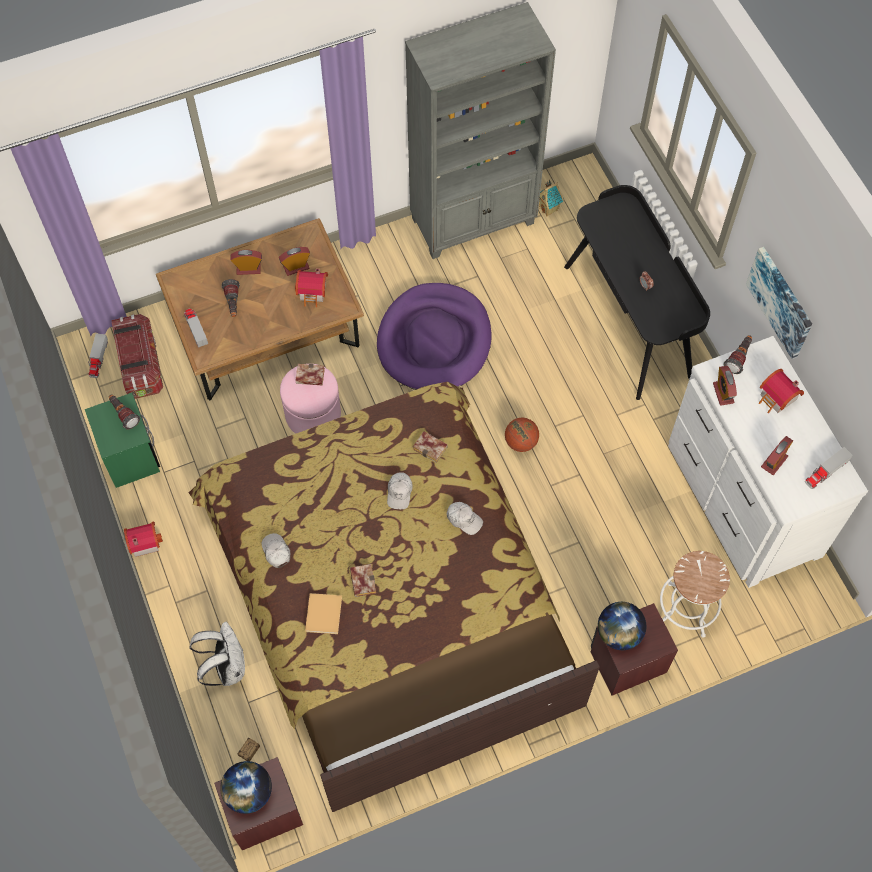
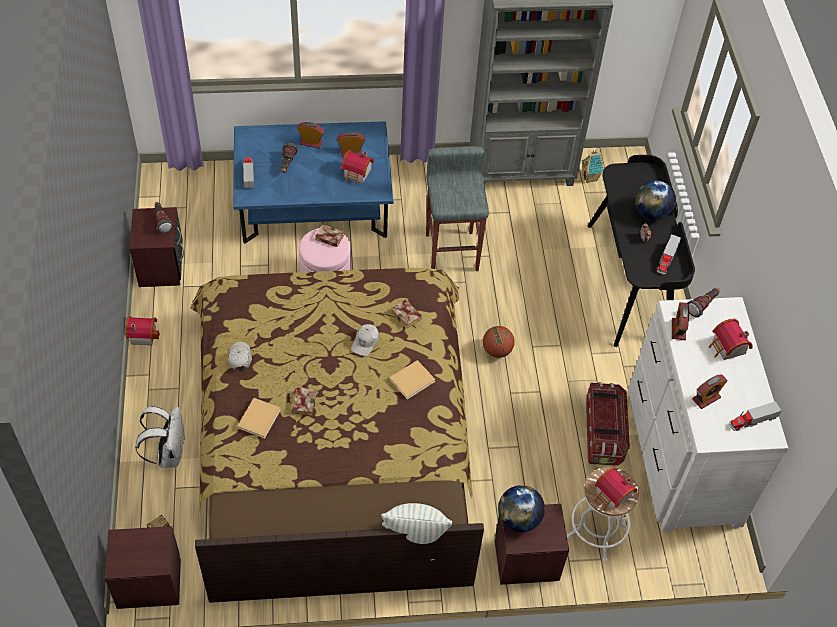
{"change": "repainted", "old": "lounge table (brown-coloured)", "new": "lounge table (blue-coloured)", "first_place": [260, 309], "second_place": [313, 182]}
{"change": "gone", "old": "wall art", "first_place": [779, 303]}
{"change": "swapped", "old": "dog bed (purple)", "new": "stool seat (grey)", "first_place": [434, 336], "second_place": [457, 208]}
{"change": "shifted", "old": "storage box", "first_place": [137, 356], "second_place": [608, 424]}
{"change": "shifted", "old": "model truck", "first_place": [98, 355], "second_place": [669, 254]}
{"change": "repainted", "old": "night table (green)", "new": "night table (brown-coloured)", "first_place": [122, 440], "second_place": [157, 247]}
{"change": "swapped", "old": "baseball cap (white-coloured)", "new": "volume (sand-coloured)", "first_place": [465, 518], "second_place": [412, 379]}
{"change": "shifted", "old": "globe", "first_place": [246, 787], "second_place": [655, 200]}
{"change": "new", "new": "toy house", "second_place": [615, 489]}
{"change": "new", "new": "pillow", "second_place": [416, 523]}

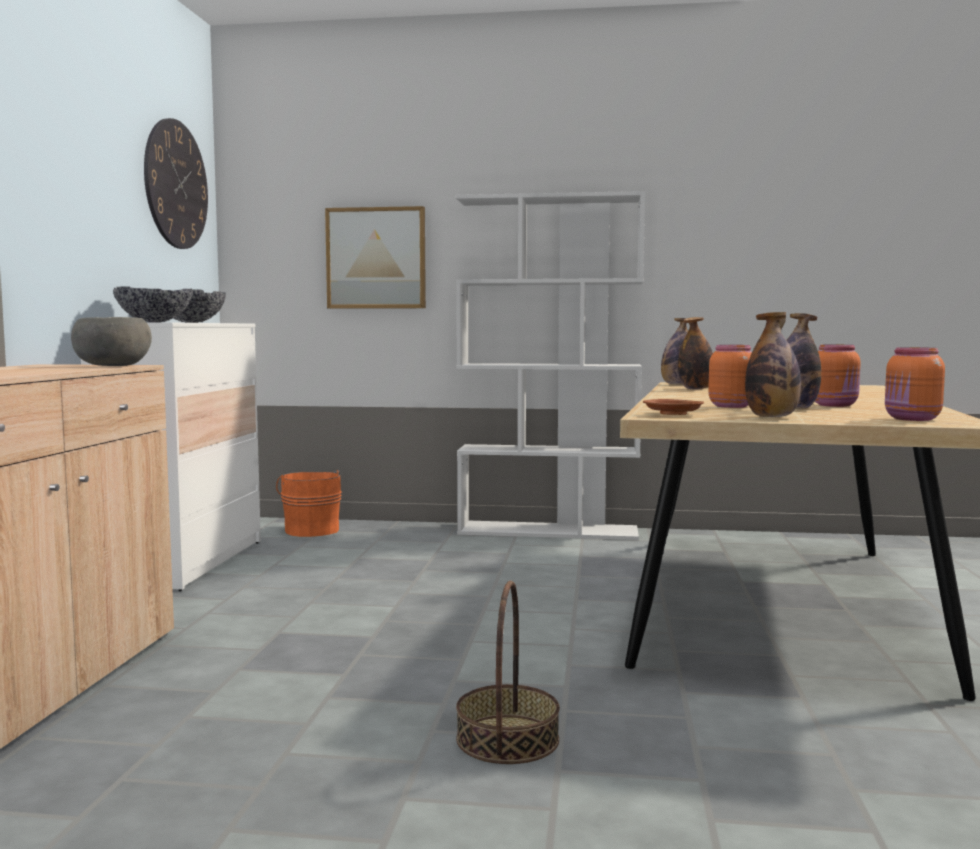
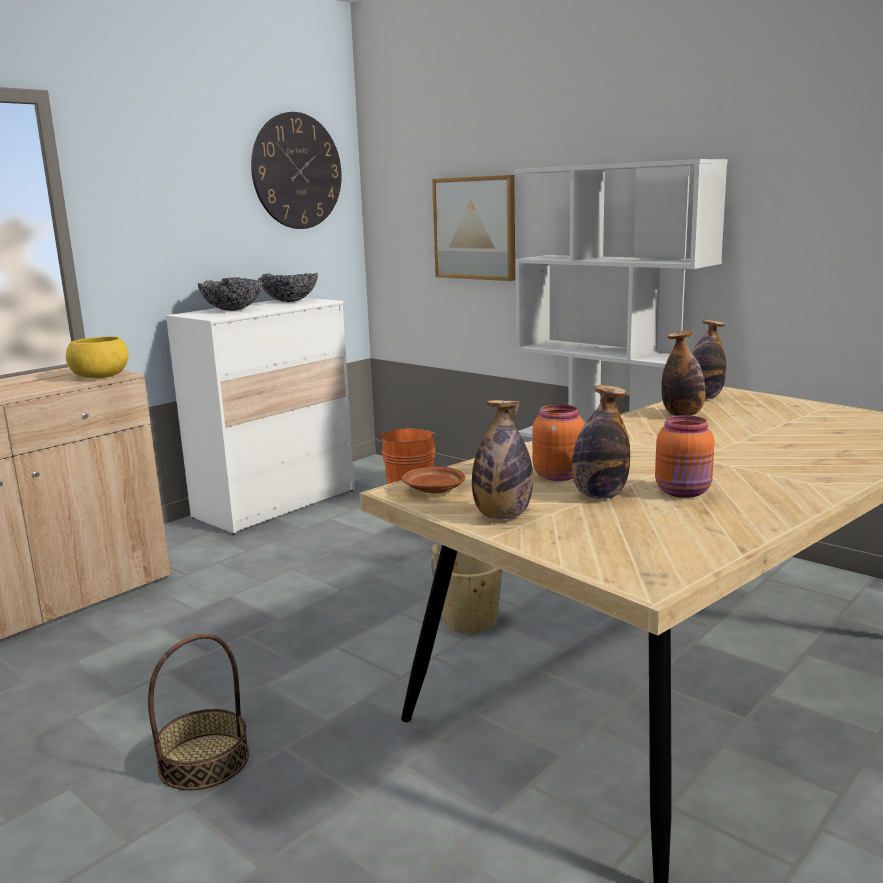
{"change": "repainted", "old": "serving bowl (grey)", "new": "serving bowl (yellowish)", "first_place": [111, 341], "second_place": [97, 357]}
{"change": "gone", "old": "preserve jar (orangey)", "first_place": [915, 384]}
{"change": "new", "new": "pail (sand-coloured)", "second_place": [467, 588]}

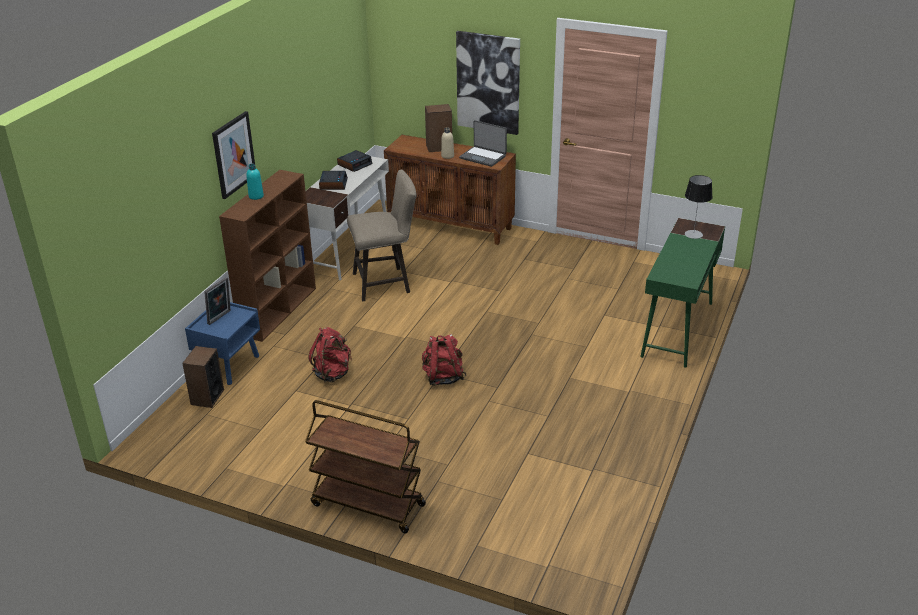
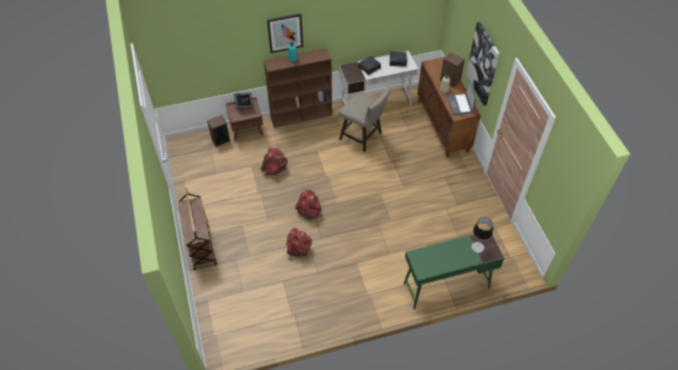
{"change": "repainted", "old": "night table (blue-coloured)", "new": "night table (brown-coloured)", "first_place": [222, 343], "second_place": [244, 119]}
{"change": "new", "new": "backpack (red-coloured)", "second_place": [299, 242]}

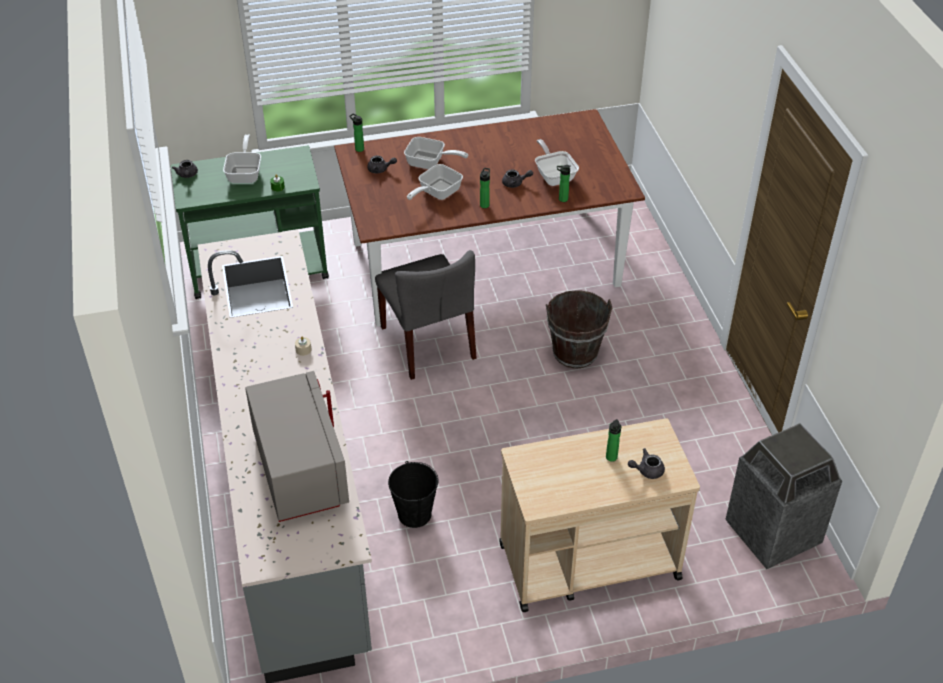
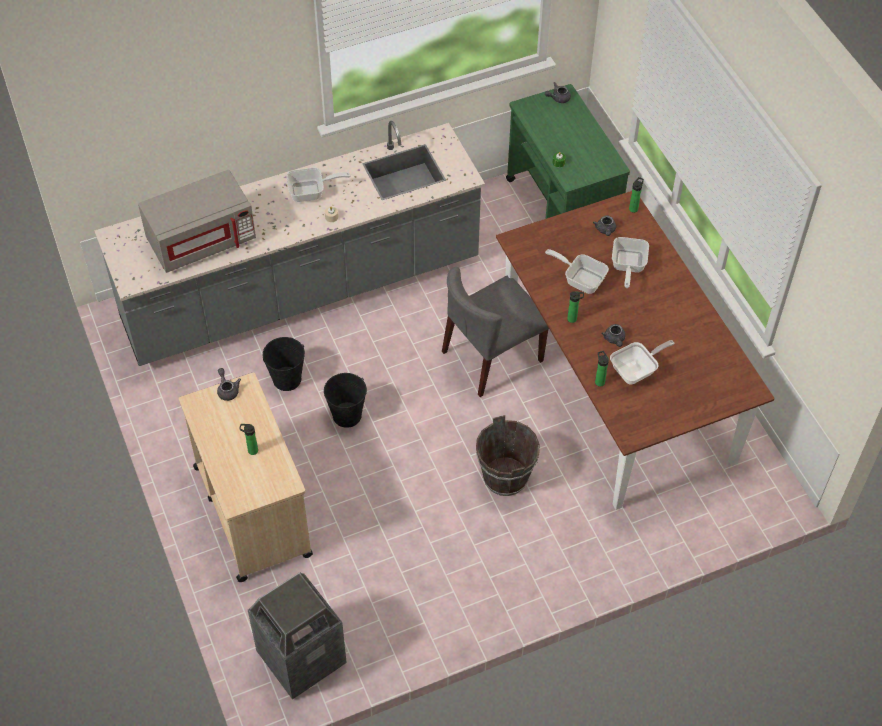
{"change": "shifted", "old": "pan", "first_place": [242, 158], "second_place": [318, 185]}
{"change": "shifted", "old": "pot for tea (grey)", "first_place": [646, 463], "second_place": [229, 384]}
{"change": "new", "new": "pail (blackish)", "second_place": [345, 400]}

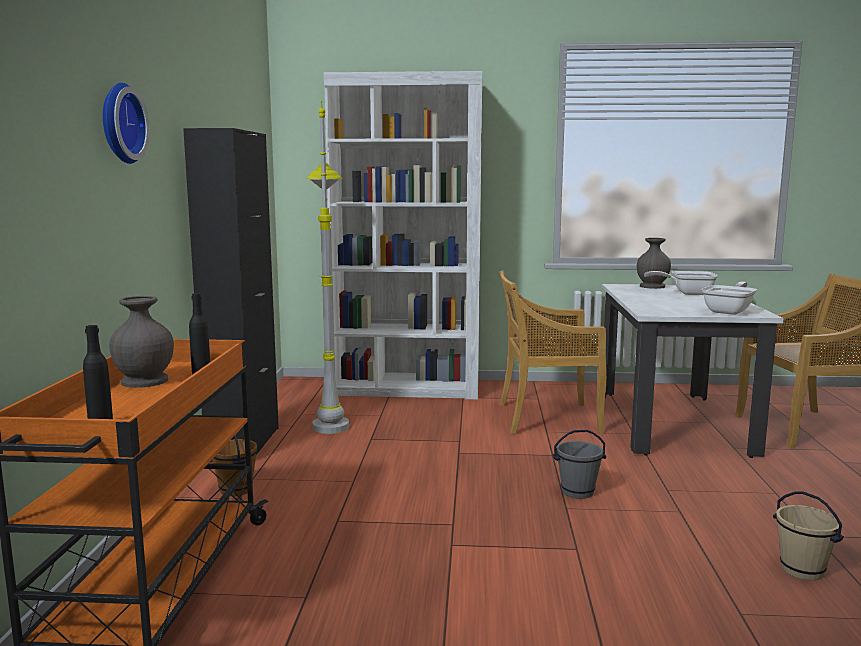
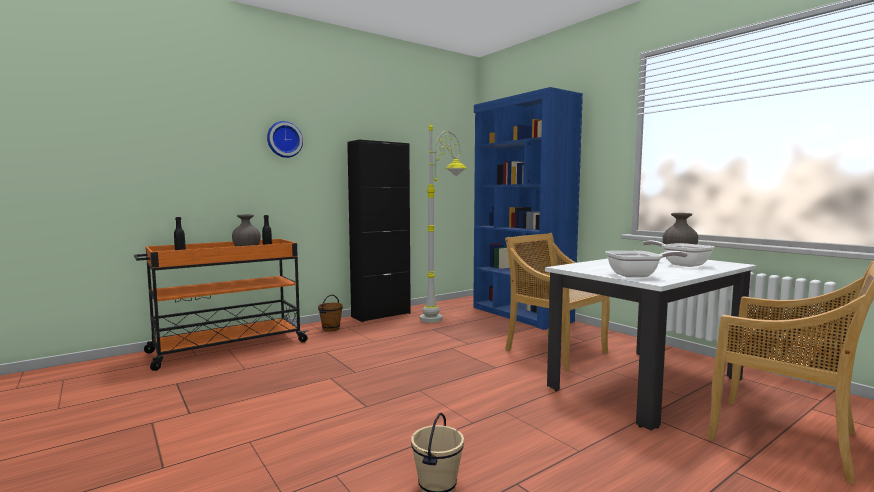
{"change": "repainted", "old": "shelving unit (white-coloured)", "new": "shelving unit (blue-coloured)", "first_place": [403, 235], "second_place": [528, 208]}
{"change": "gone", "old": "pail (grey)", "first_place": [579, 464]}

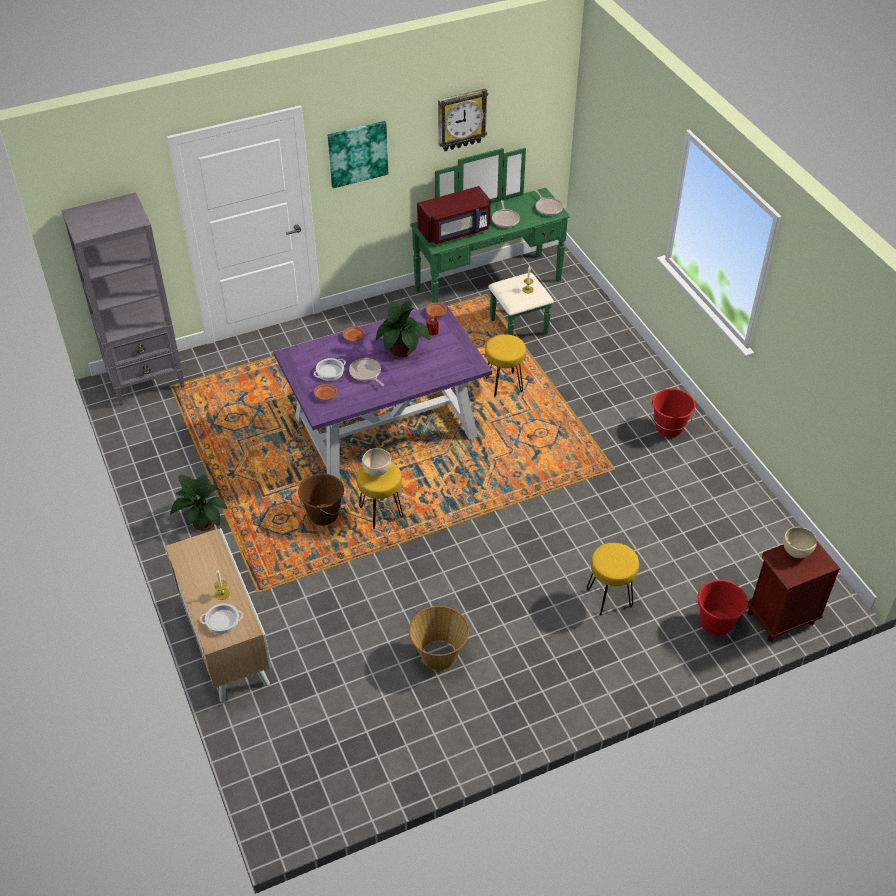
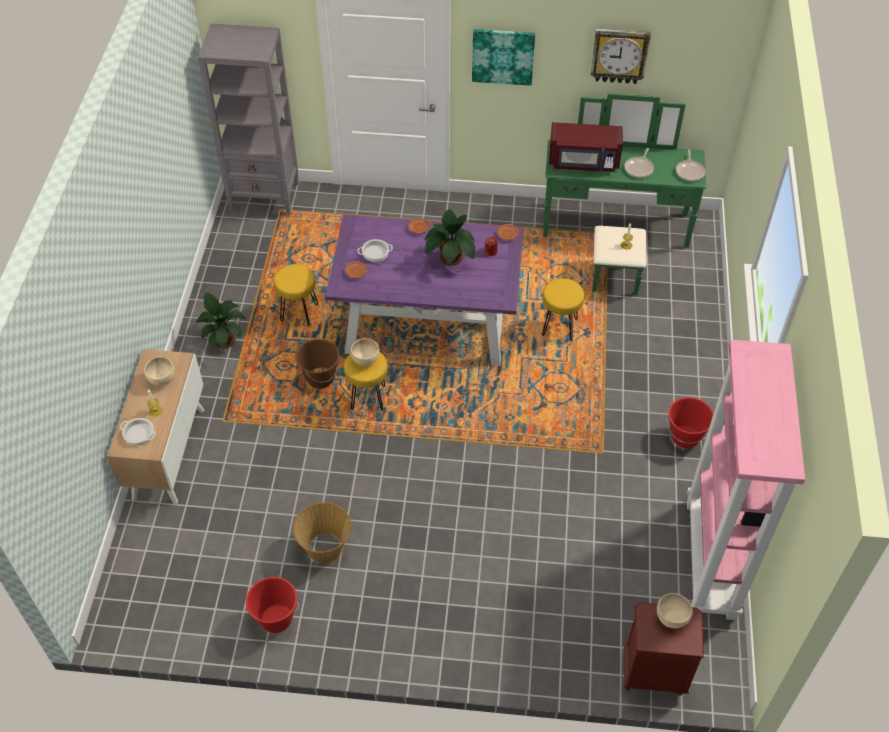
{"change": "gone", "old": "pan", "first_place": [366, 372]}
{"change": "shifted", "old": "stool seat (yellowish)", "first_place": [613, 579], "second_place": [296, 295]}
{"change": "shifted", "old": "pail (red-coloured)", "first_place": [721, 608], "second_place": [272, 605]}
{"change": "new", "new": "shelving unit (pink)", "second_place": [746, 480]}
{"change": "new", "new": "serving bowl (sand-coloured)", "second_place": [159, 371]}

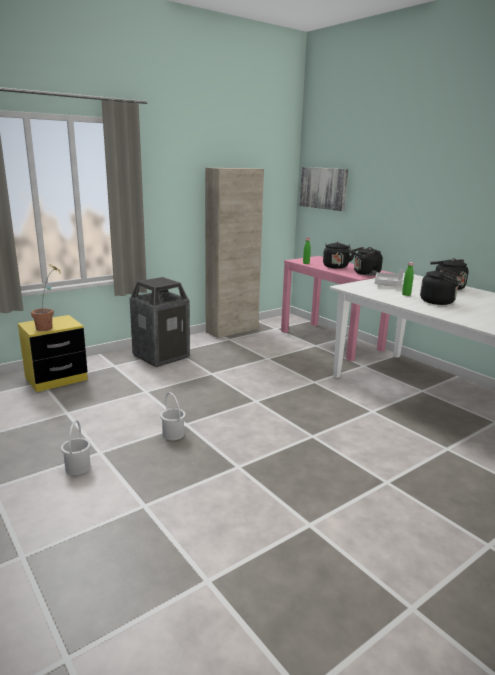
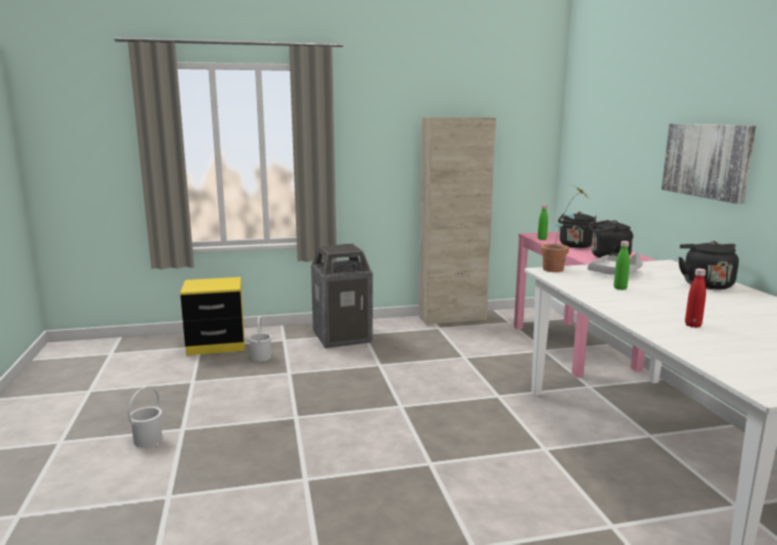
{"change": "shifted", "old": "wall art", "first_place": [324, 189], "second_place": [708, 163]}
{"change": "shifted", "old": "plant in a pot", "first_place": [46, 297], "second_place": [565, 228]}
{"change": "gone", "old": "tea kettle (blackish)", "first_place": [441, 287]}
{"change": "shifted", "old": "pail (white-coloured)", "first_place": [173, 416], "second_place": [260, 339]}
{"change": "new", "new": "bottle (red-coloured)", "second_place": [695, 298]}

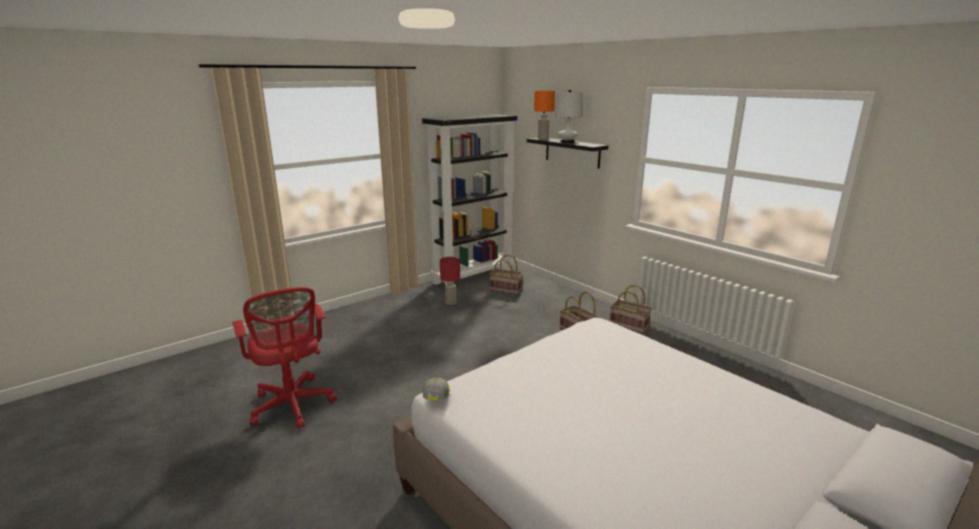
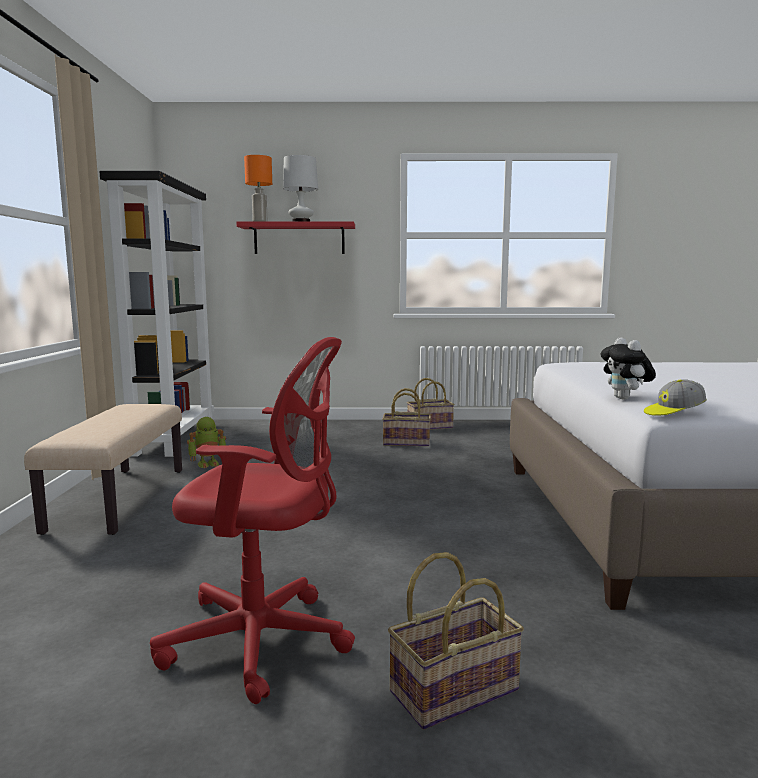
{"change": "repainted", "old": "shelf (blackish)", "new": "shelf (red-coloured)", "first_place": [567, 153], "second_place": [295, 237]}
{"change": "shifted", "old": "basket", "first_place": [506, 274], "second_place": [456, 641]}
{"change": "swapped", "old": "table lamp (red-coloured)", "new": "model robot", "first_place": [450, 281], "second_place": [206, 442]}
{"change": "rotated", "old": "baseball cap", "first_place": [436, 389], "second_place": [675, 397], "degrees": -60}
{"change": "new", "new": "soft toy", "second_place": [628, 368]}
{"change": "new", "new": "bench (sand-coloured)", "second_place": [103, 469]}

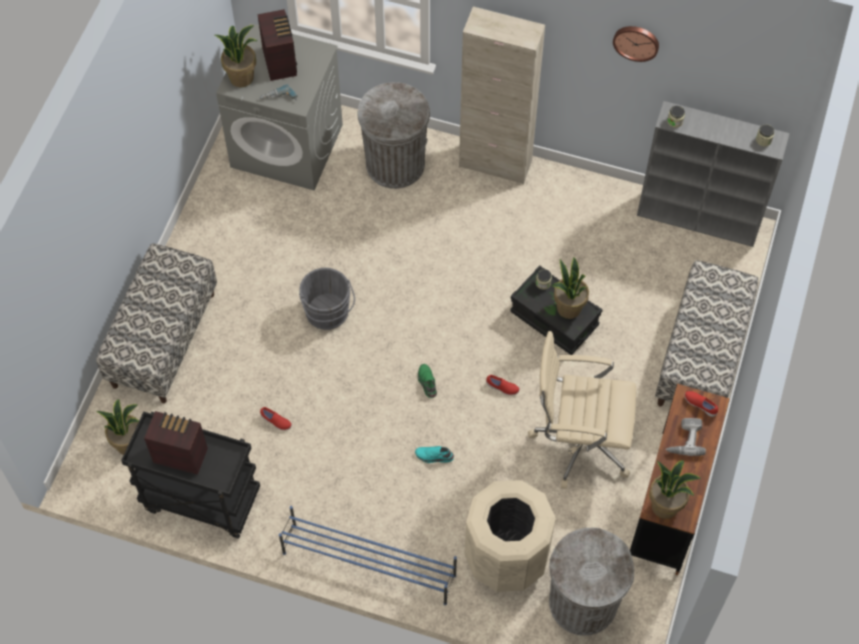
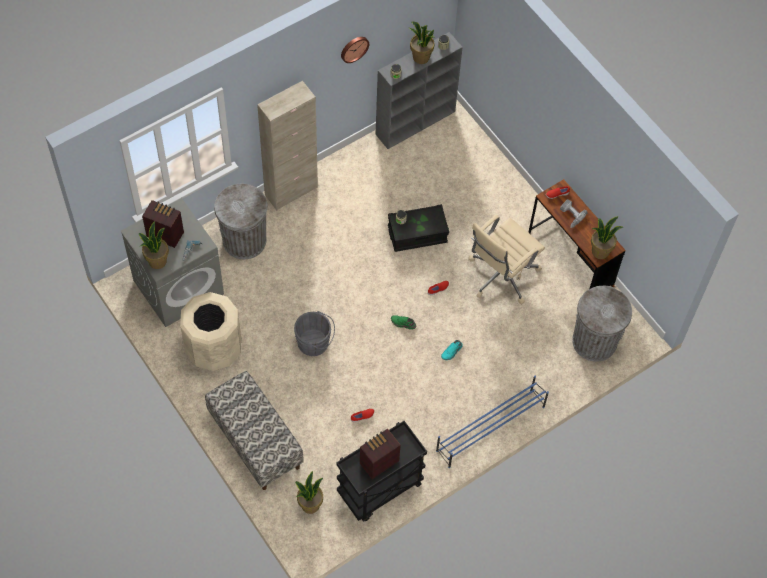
{"change": "shifted", "old": "plant in a pot", "first_place": [570, 288], "second_place": [421, 43]}
{"change": "gone", "old": "bench", "first_place": [706, 333]}
{"change": "shifted", "old": "waste bin (sand-coloured)", "first_place": [510, 536], "second_place": [210, 331]}

